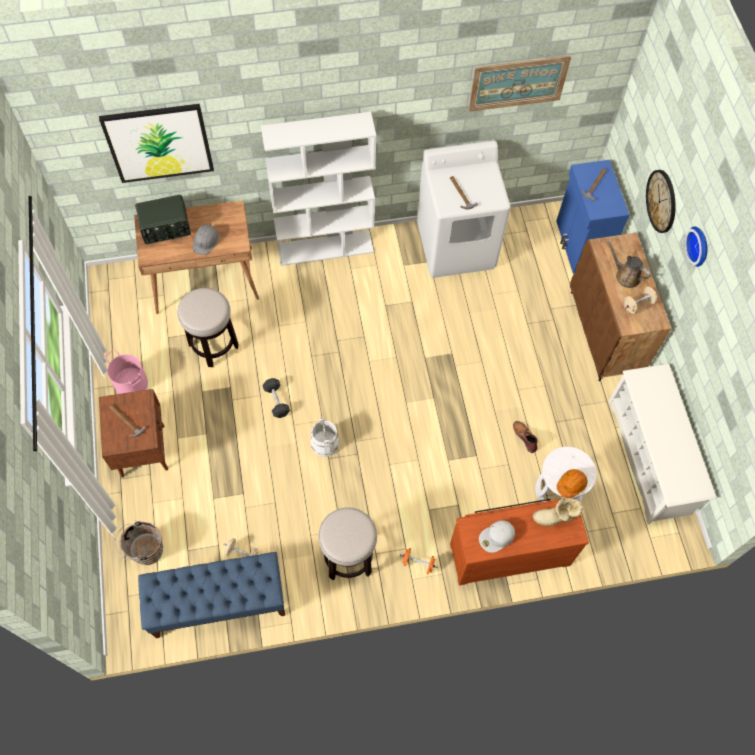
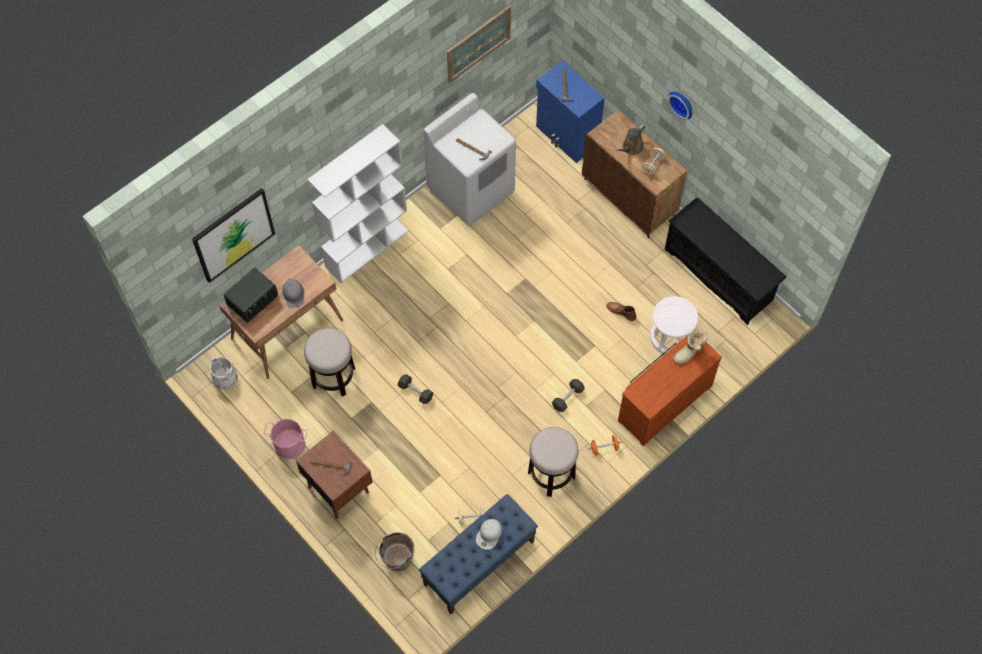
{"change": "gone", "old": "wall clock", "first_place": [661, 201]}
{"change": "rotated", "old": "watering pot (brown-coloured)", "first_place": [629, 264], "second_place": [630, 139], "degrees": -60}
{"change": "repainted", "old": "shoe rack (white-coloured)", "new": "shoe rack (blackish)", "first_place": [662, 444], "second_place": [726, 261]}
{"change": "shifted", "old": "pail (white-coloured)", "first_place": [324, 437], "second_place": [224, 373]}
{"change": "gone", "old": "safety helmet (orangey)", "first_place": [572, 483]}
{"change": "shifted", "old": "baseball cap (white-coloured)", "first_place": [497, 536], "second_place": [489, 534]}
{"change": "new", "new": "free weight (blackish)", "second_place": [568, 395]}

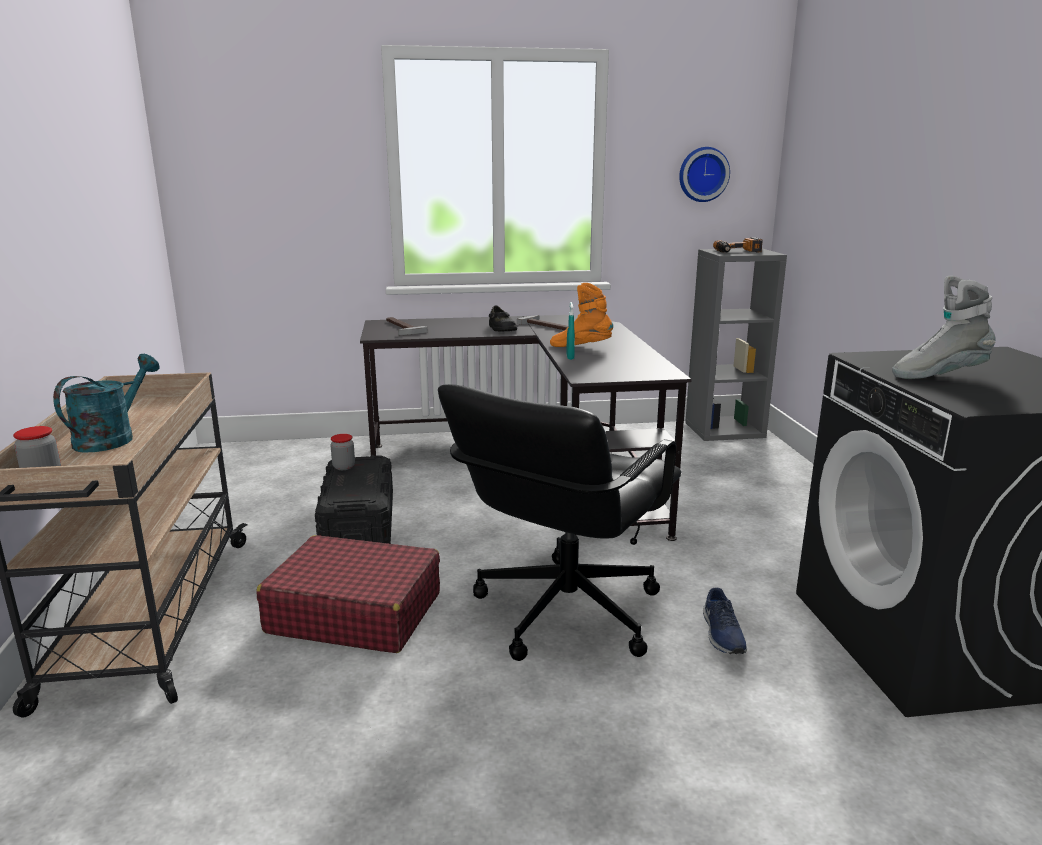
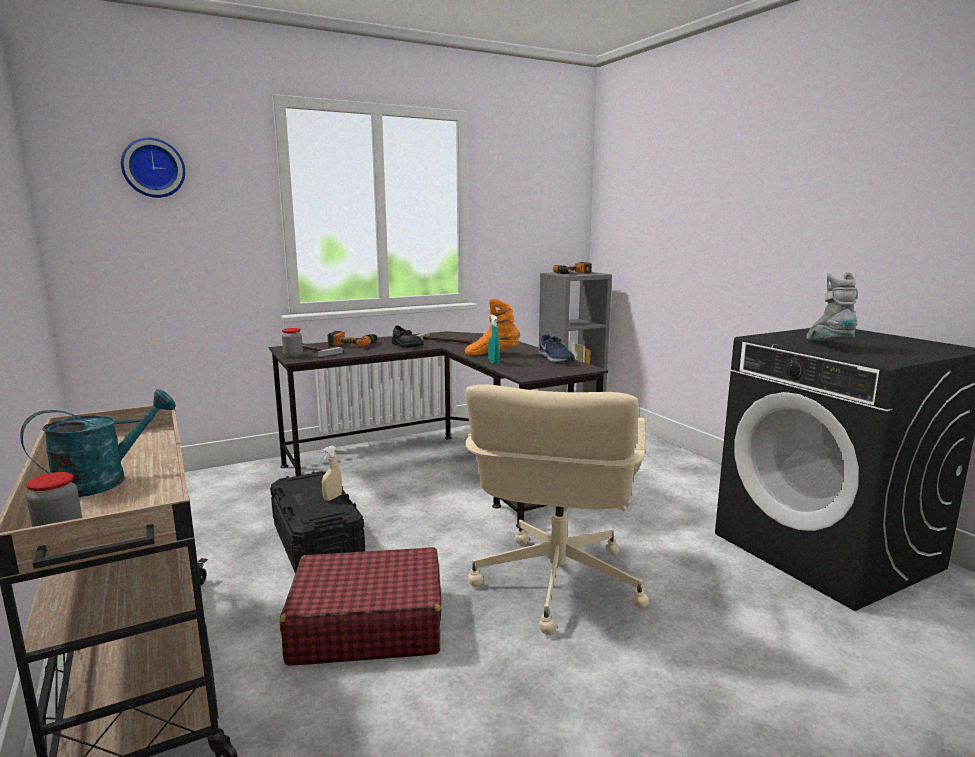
{"change": "shifted", "old": "wall clock", "first_place": [704, 174], "second_place": [153, 168]}
{"change": "rotated", "old": "high-top boot (grey)", "first_place": [944, 327], "second_place": [831, 306], "degrees": 120}
{"change": "rotated", "old": "watering pot (turquoise-coloured)", "first_place": [106, 403], "second_place": [98, 443], "degrees": 45}
{"change": "repainted", "old": "desk chair (blackish)", "new": "desk chair (sand-coloured)", "first_place": [559, 522], "second_place": [557, 509]}
{"change": "shifted", "old": "preserve jar", "first_place": [342, 452], "second_place": [292, 343]}
{"change": "shifted", "old": "item of footwear (blue-coloured)", "first_place": [725, 621], "second_place": [556, 348]}
{"change": "new", "new": "drill", "second_place": [352, 339]}
{"change": "new", "new": "sprayer (sand-coloured)", "second_place": [332, 473]}

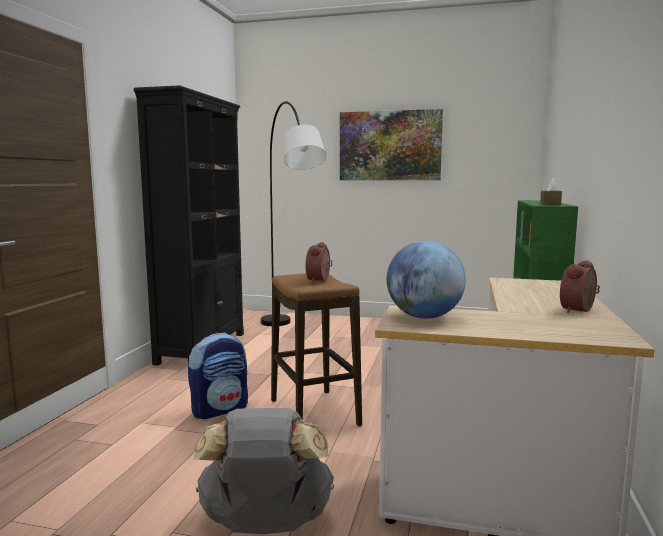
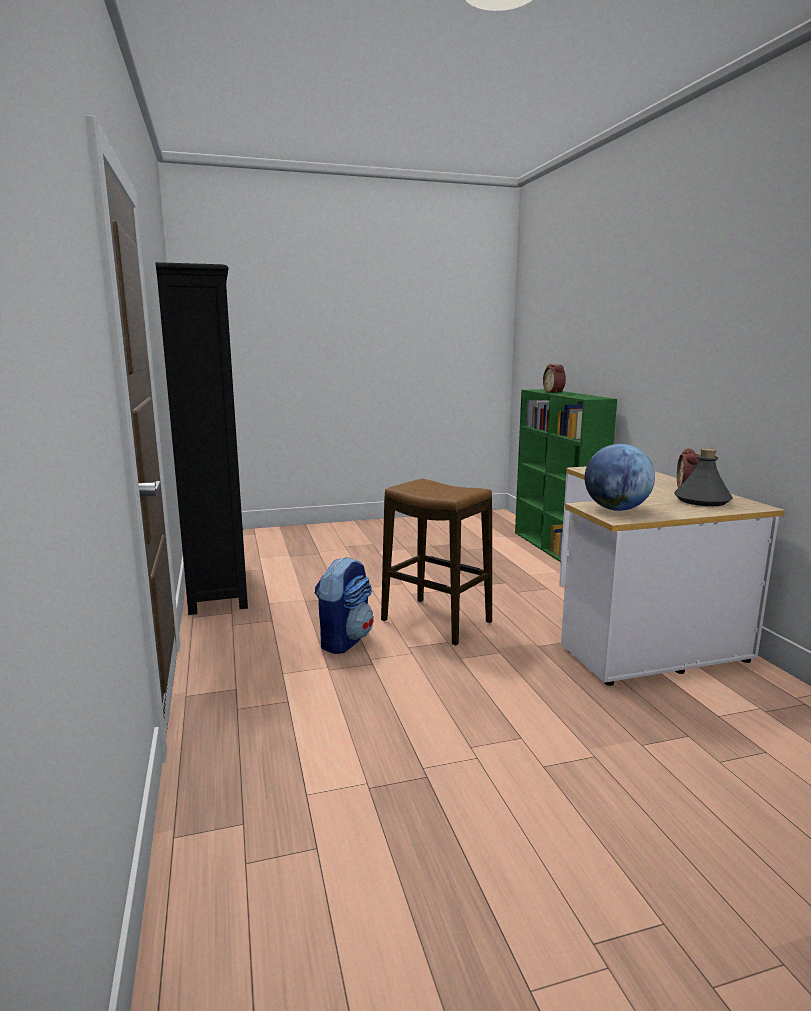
{"change": "gone", "old": "standard lamp (grey)", "first_place": [293, 213]}
{"change": "gone", "old": "wall art", "first_place": [391, 144]}
{"change": "gone", "old": "tissue box (brown-coloured)", "first_place": [551, 191]}
{"change": "shifted", "old": "table clock", "first_place": [318, 262], "second_place": [554, 378]}
{"change": "gone", "old": "backpack (grey)", "first_place": [263, 471]}
{"change": "new", "new": "bottle (grey)", "second_place": [703, 477]}

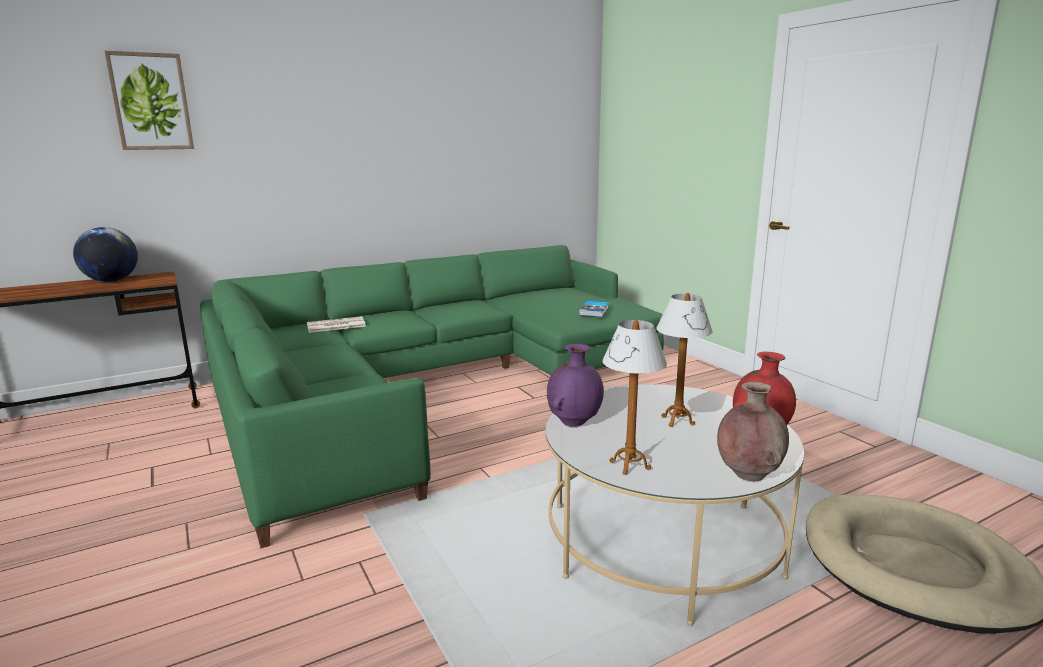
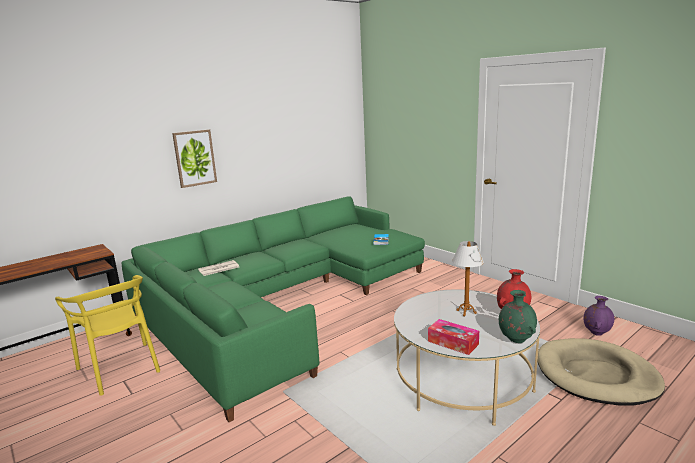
{"change": "shifted", "old": "wall art", "first_place": [149, 100], "second_place": [194, 158]}
{"change": "gone", "old": "globe", "first_place": [105, 254]}
{"change": "swapped", "old": "table lamp", "new": "tissue box", "first_place": [634, 397], "second_place": [453, 337]}
{"change": "shifted", "old": "vase (purple)", "first_place": [575, 385], "second_place": [598, 316]}
{"change": "repainted", "old": "vase (brown-coloured)", "new": "vase (green)", "first_place": [753, 431], "second_place": [518, 316]}
{"change": "new", "new": "chair (yellowish)", "second_place": [107, 335]}

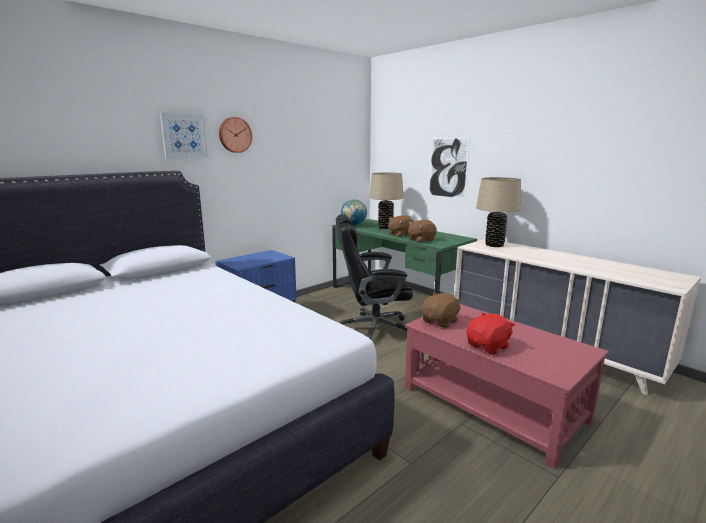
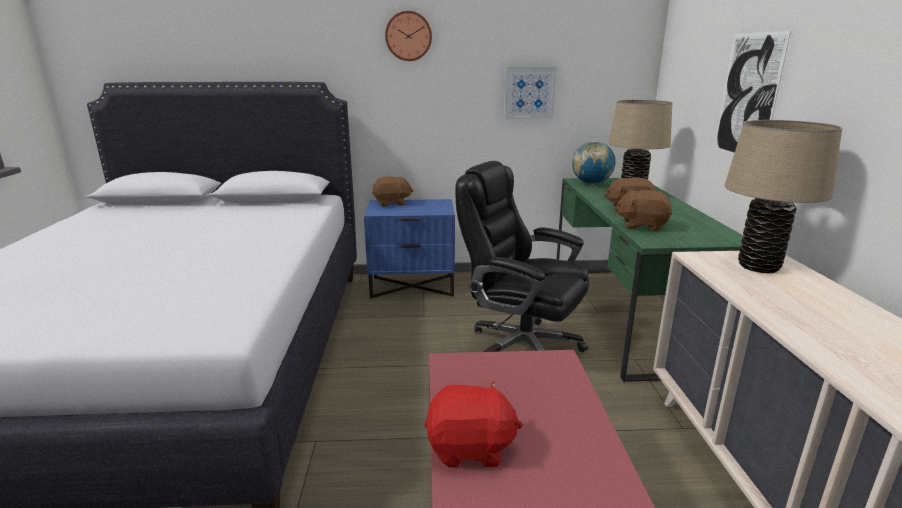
{"change": "shifted", "old": "wall art", "first_place": [184, 135], "second_place": [530, 93]}
{"change": "shifted", "old": "soft toy (brown-coloured)", "first_place": [442, 310], "second_place": [392, 191]}

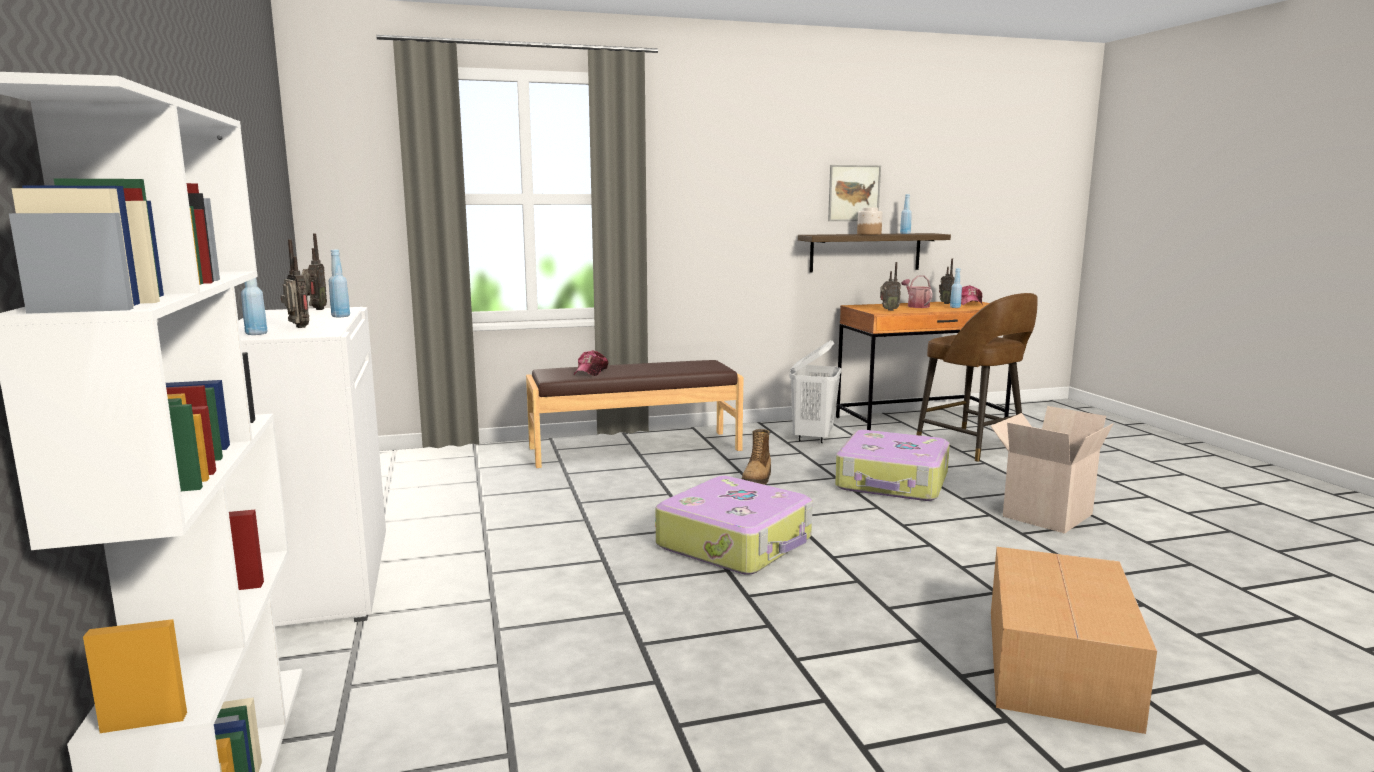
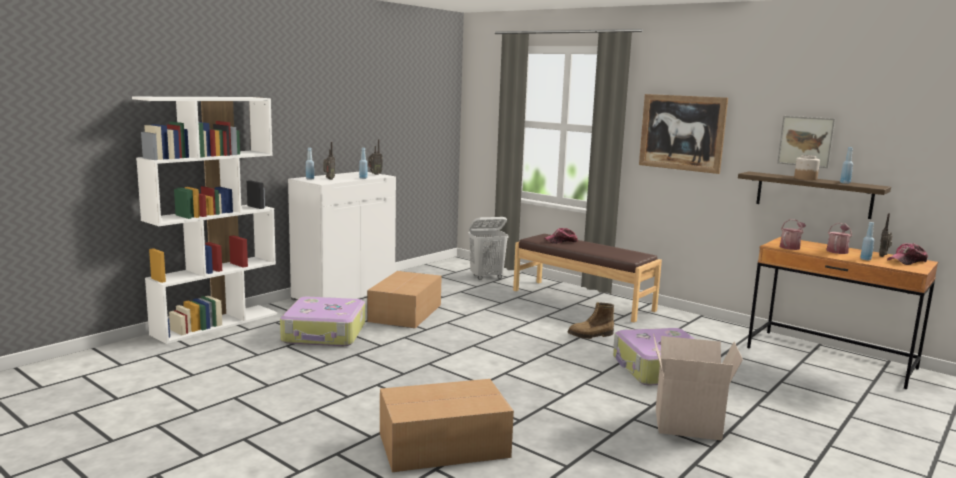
{"change": "swapped", "old": "radio", "new": "watering pot", "first_place": [890, 286], "second_place": [793, 234]}
{"change": "gone", "old": "stool seat (brown-coloured)", "first_place": [977, 377]}
{"change": "shifted", "old": "hamper (white-coloured)", "first_place": [815, 391], "second_place": [488, 248]}
{"change": "shifted", "old": "travel case", "first_place": [734, 525], "second_place": [322, 321]}
{"change": "new", "new": "wall art", "second_place": [683, 134]}
{"change": "new", "new": "cardboard box", "second_place": [404, 299]}

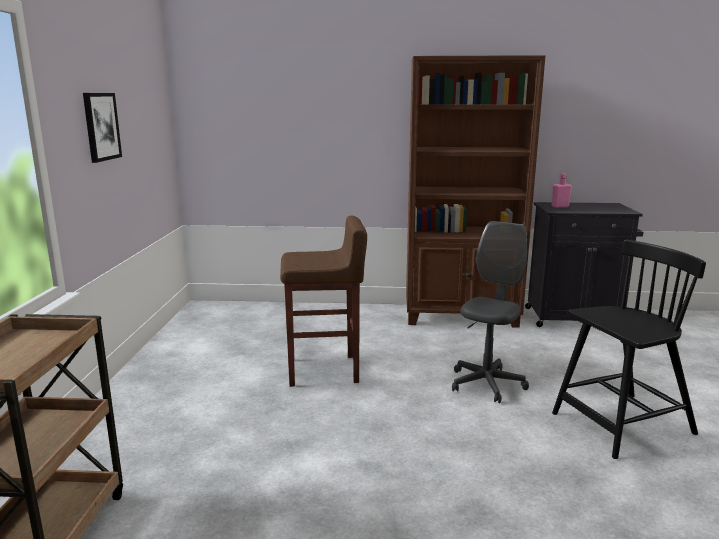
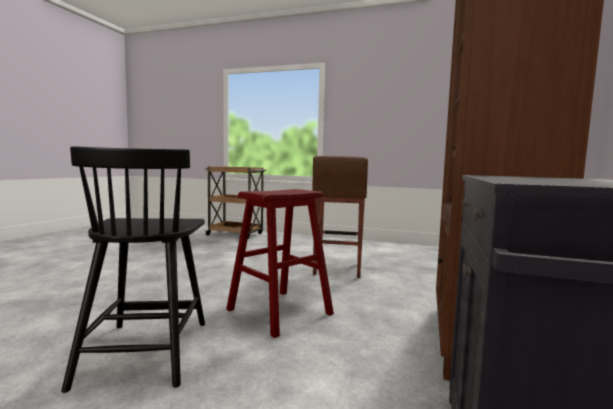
{"change": "gone", "old": "wall art", "first_place": [102, 128]}
{"change": "gone", "old": "bottle (pink)", "first_place": [562, 190]}
{"change": "swapped", "old": "desk chair (grey)", "new": "stool seat (red-coloured)", "first_place": [490, 312], "second_place": [280, 263]}

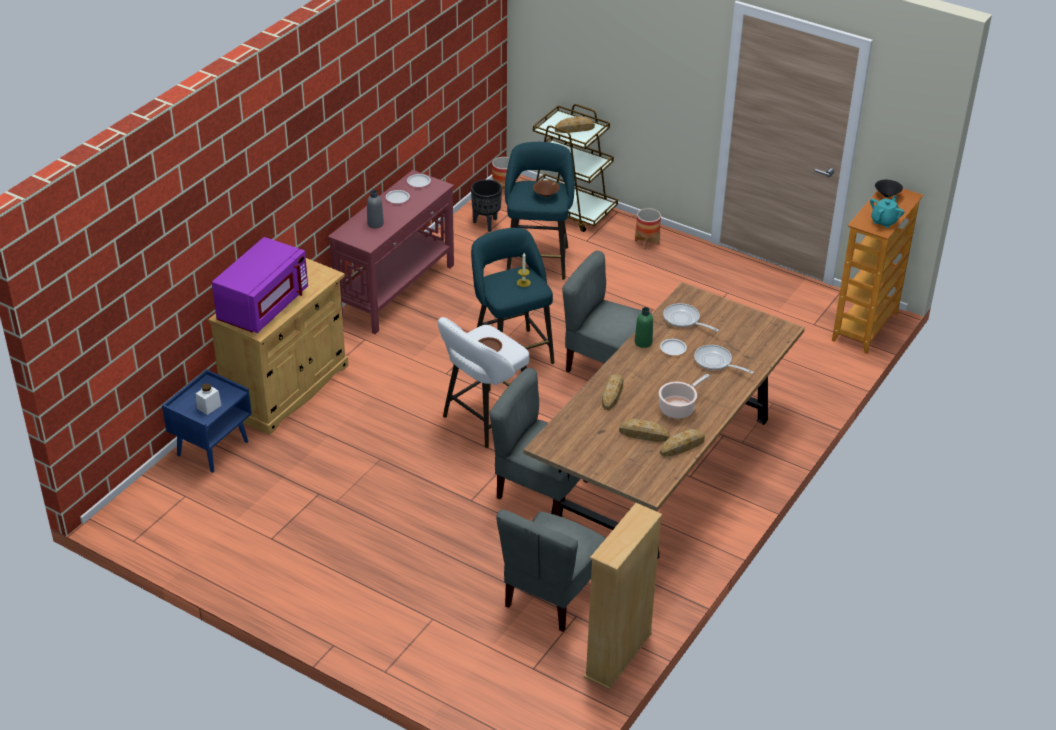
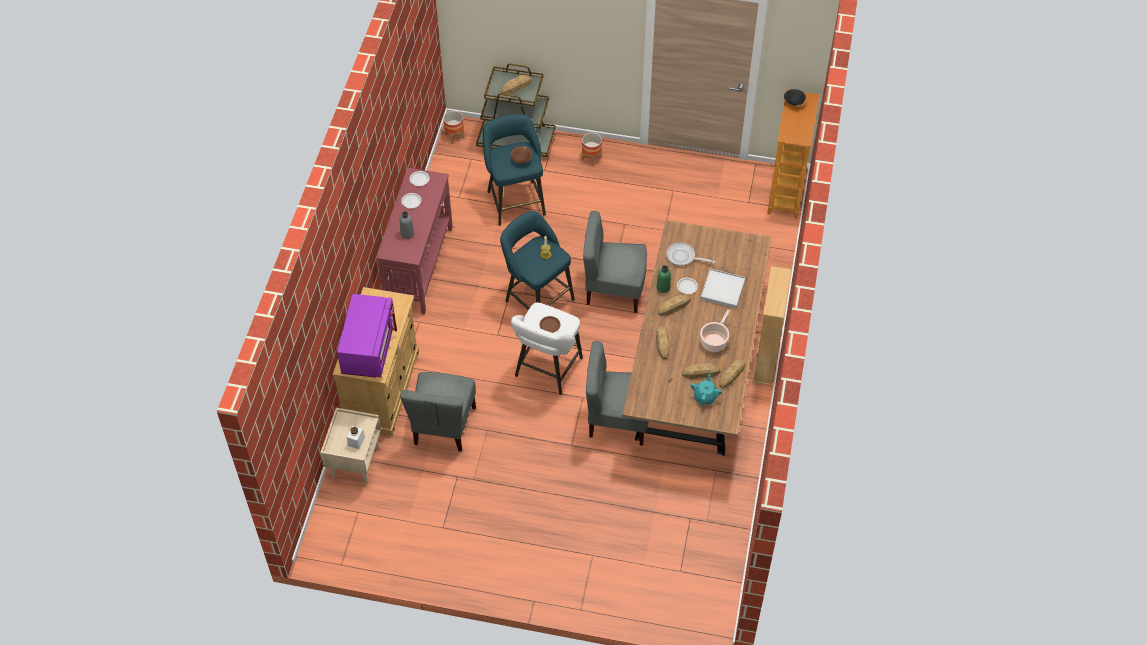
{"change": "gone", "old": "plant pot (blackish)", "first_place": [486, 205]}
{"change": "shifted", "old": "pot for tea (turquoise-coloured)", "first_place": [887, 212], "second_place": [706, 390]}
{"change": "swapped", "old": "pan", "new": "serving tray (white-coloured)", "first_place": [724, 359], "second_place": [723, 289]}
{"change": "repainted", "old": "night table (blue-coloured)", "new": "night table (sand-coloured)", "first_place": [207, 421], "second_place": [350, 446]}
{"change": "shifted", "old": "shelving unit (sand-coloured)", "first_place": [623, 596], "second_place": [771, 326]}
{"change": "shifted", "old": "chair (grey)", "first_place": [551, 570], "second_place": [438, 412]}
{"change": "new", "new": "baked bread", "second_place": [674, 305]}

